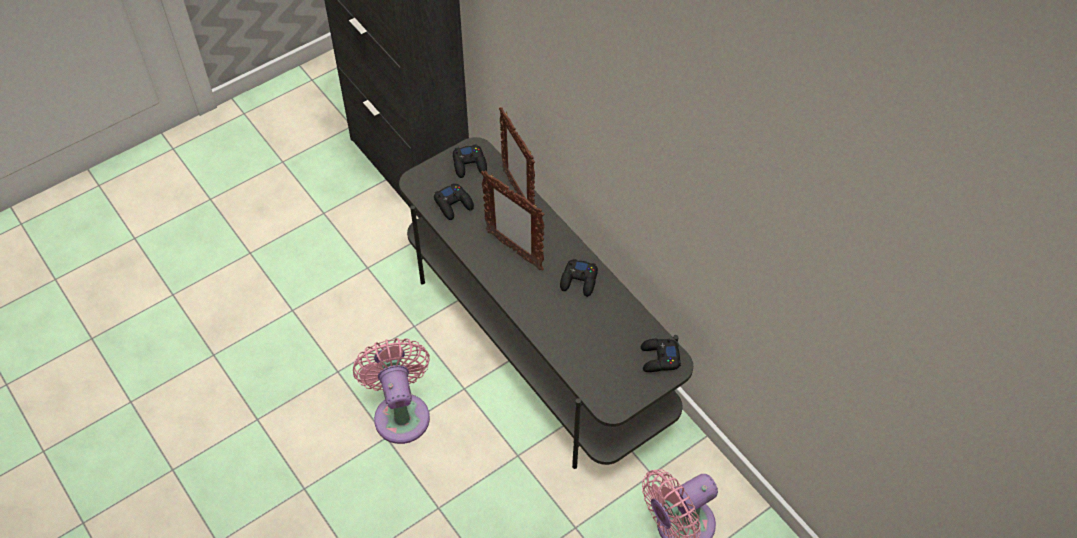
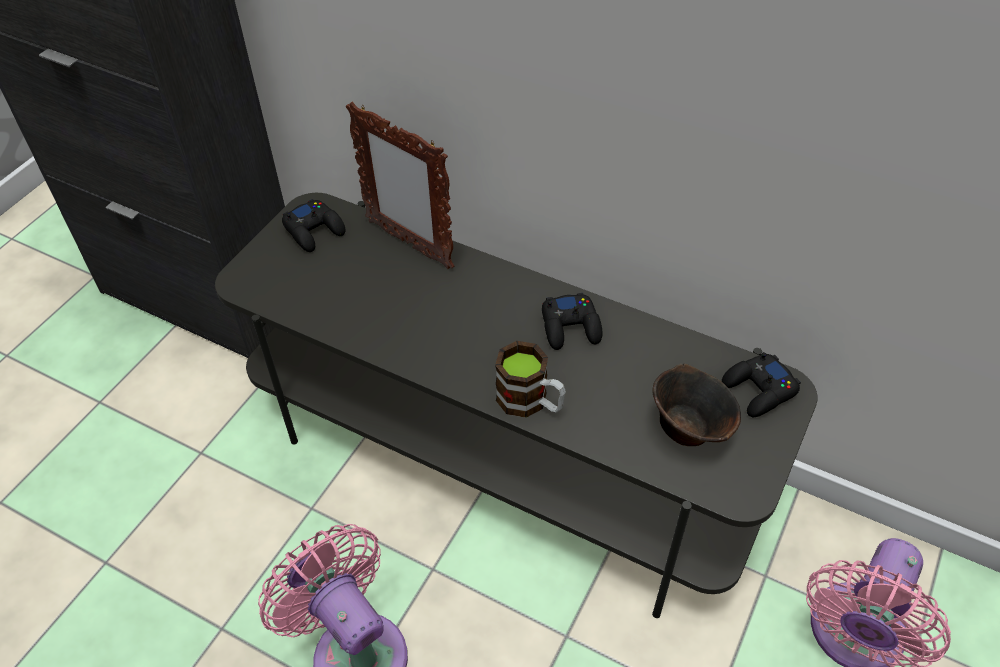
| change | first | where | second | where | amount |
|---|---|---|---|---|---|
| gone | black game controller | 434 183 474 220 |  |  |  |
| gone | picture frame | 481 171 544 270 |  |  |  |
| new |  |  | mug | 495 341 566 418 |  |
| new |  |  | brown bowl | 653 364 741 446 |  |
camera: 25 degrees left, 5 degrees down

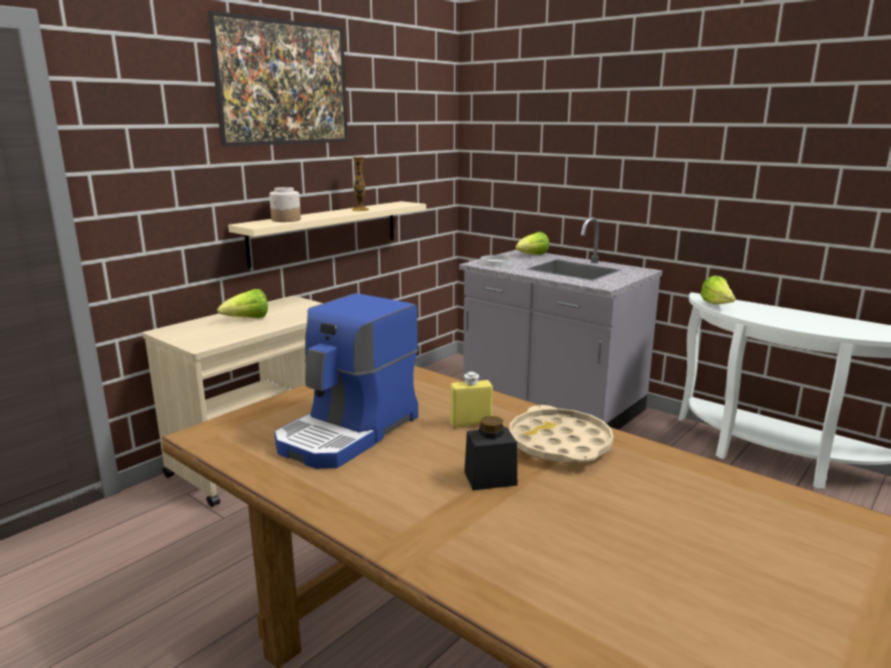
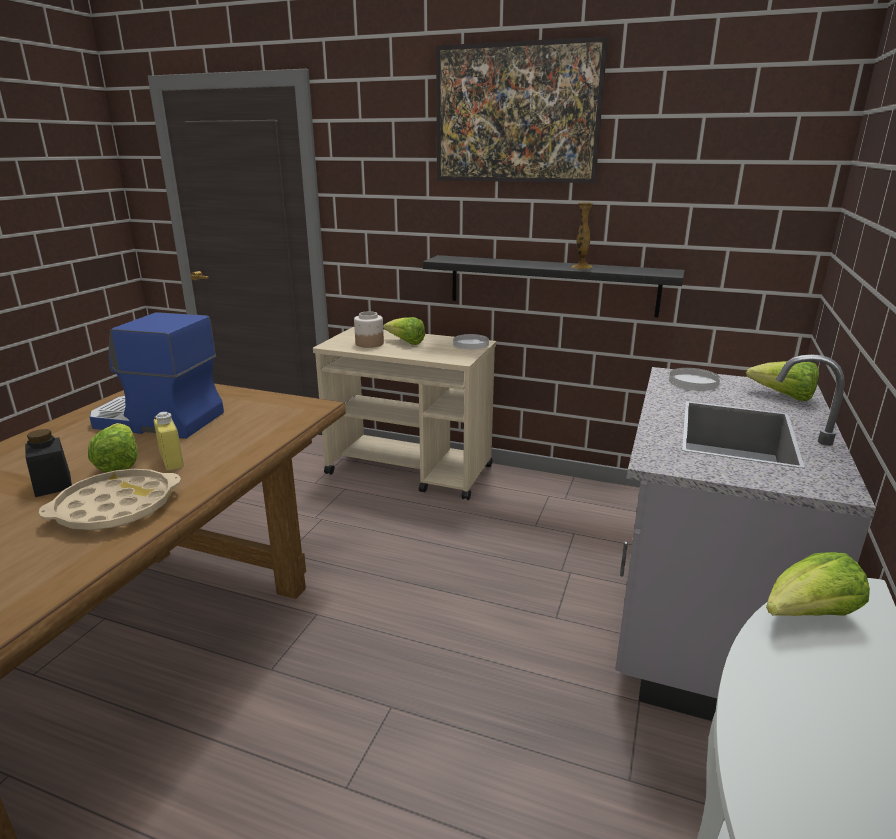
| change | first | where | second | where | amount |
|---|---|---|---|---|---|
| new |  |  | lettuce | 88 423 138 472 |  |
| new |  |  | white plate | 453 334 489 349 |  |
| shifted | jar | 269 187 301 222 |  | 354 311 384 348 |  |
| repainted | beige shelf | 228 201 426 268 | black shelf | 423 255 684 317 |  |
camera: 70 degrees right, 5 degrees up

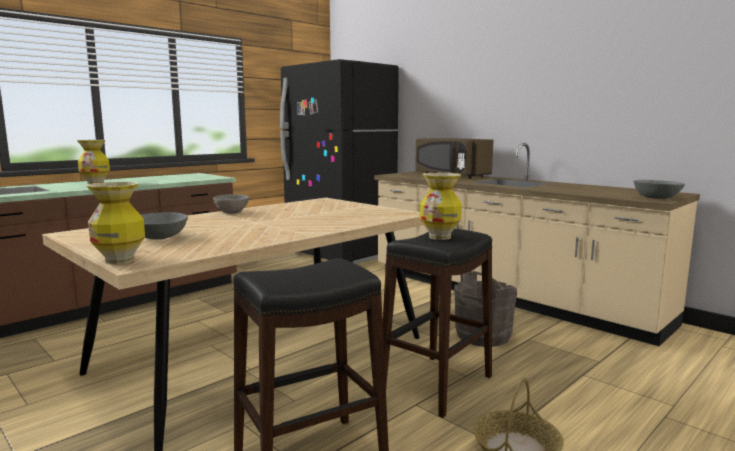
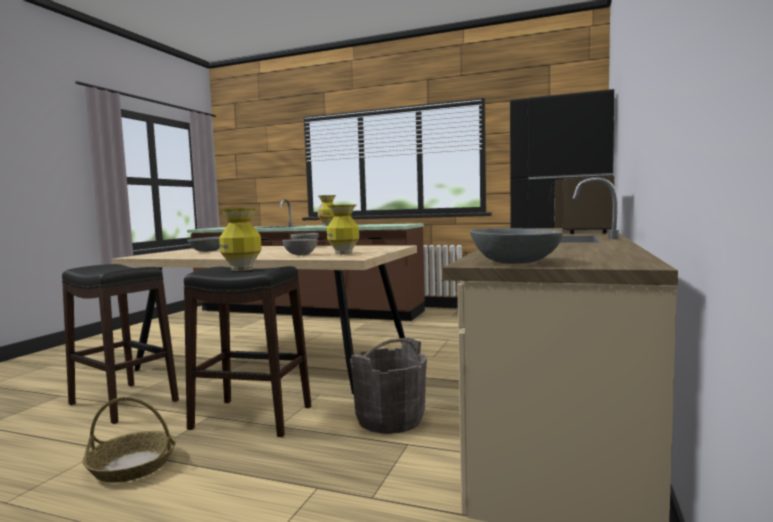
| change | first | where | second | where | amount |
|---|---|---|---|---|---|
| new |  |  | grey bowl | 282 239 318 255 |  |
| shifted | vase | 87 182 145 264 |  | 327 204 359 255 |  |
camera: 65 degrees right, 5 degrees down

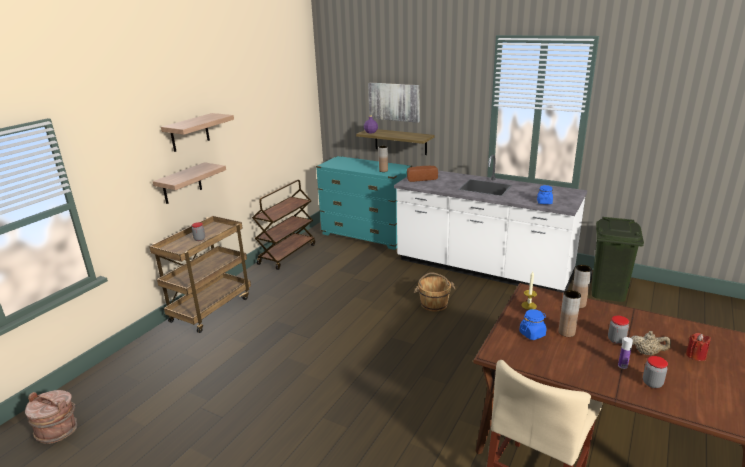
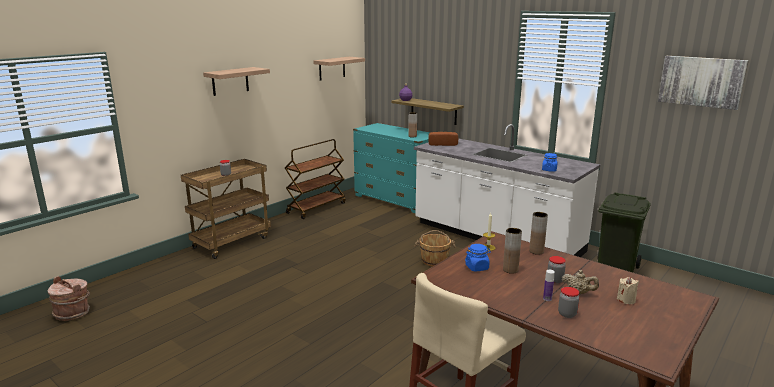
| change | first | where | second | where | amount |
|---|---|---|---|---|---|
| shifted | shelf | 153 162 226 204 |  | 313 57 365 81 |  |
| shifted | picture | 368 83 420 123 |  | 658 56 749 110 |  |
| repainted | red candle | 686 333 711 361 | beige candle | 617 277 639 304 |  |
camera: 10 degrees right, 5 degrees down

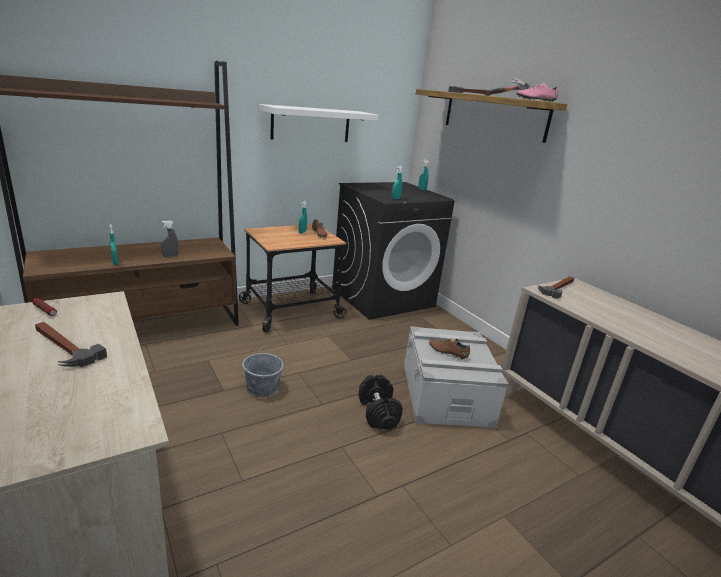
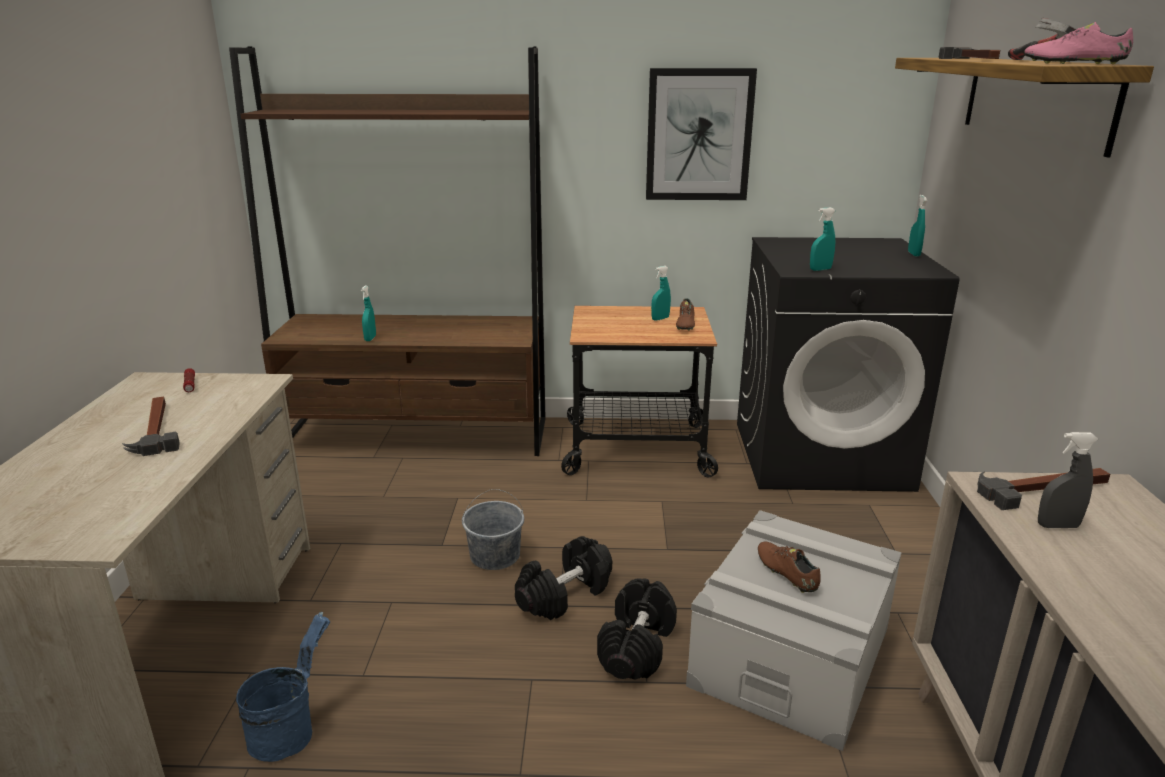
| change | first | where | second | where | amount |
|---|---|---|---|---|---|
| new |  |  | blue bucket | 236 612 330 762 |  |
| new |  |  | black dumbbell | 515 536 612 620 |  |
| shifted | grey spray bottle | 161 220 179 257 |  | 1038 432 1099 528 |  |
| swapped | white shelf | 259 104 379 142 | picture | 646 68 757 200 |  |
camera: 35 degrees right, 0 degrees up

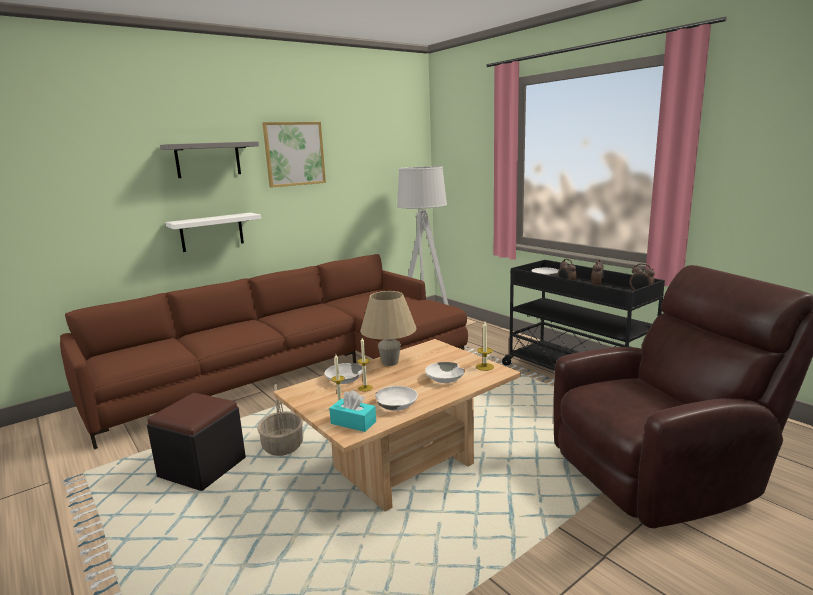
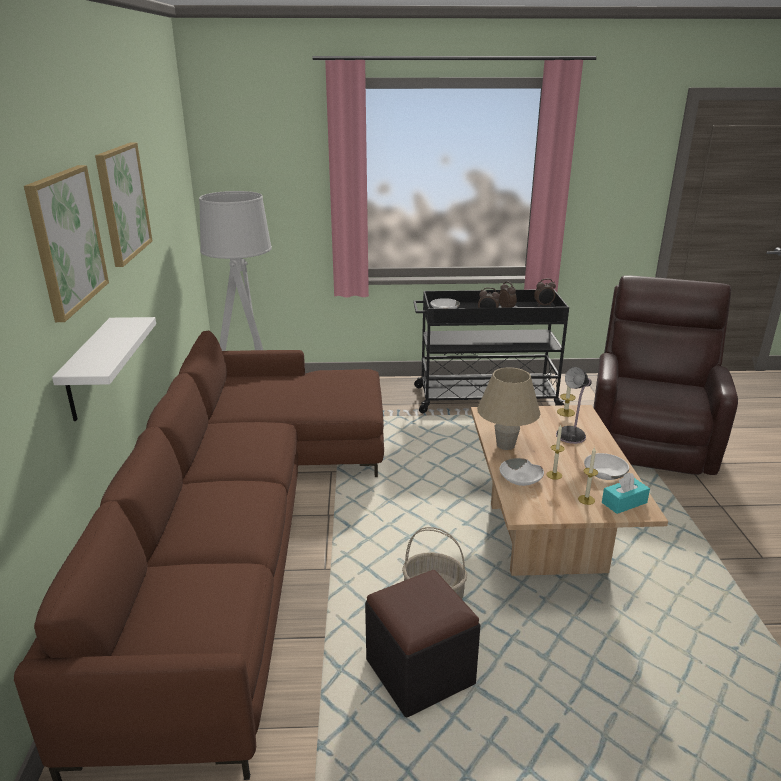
| change | first | where | second | where | amount |
|---|---|---|---|---|---|
| swapped | grey shelf | 160 141 259 178 | picture | 24 165 109 322 |  |
| swapped | white bowl | 425 362 465 383 | table lamp | 556 367 592 444 |  |
camera: 55 degrees left, 10 degrees up

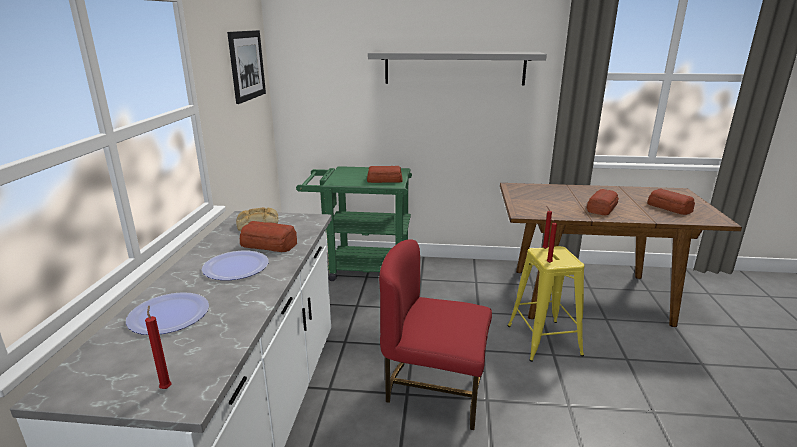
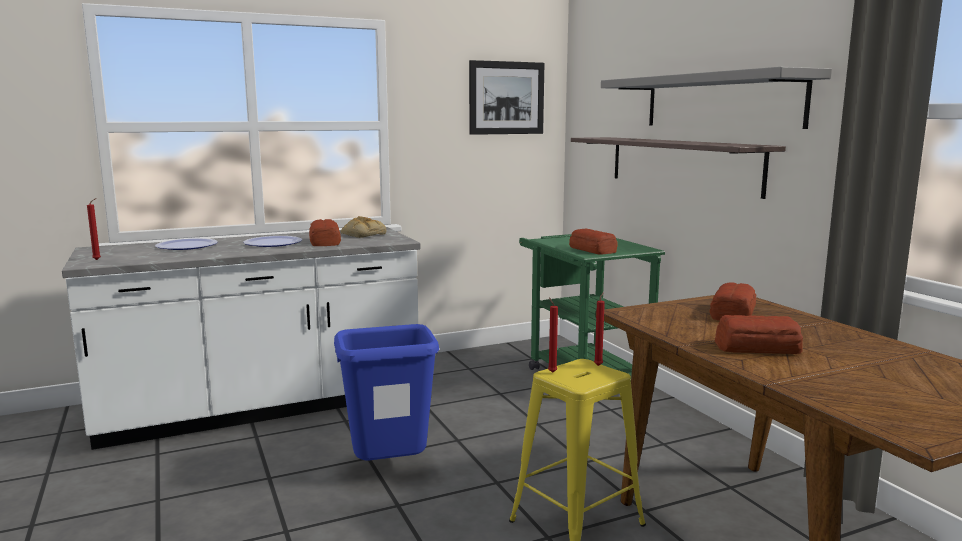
| change | first | where | second | where | amount |
|---|---|---|---|---|---|
| new |  |  | shelf | 571 137 786 199 |  |
| shifted | bread | 647 188 695 215 |  | 710 282 756 321 |  |
| swapped | red chair | 379 239 492 430 | blue trash can | 334 324 439 460 |  |
camera: 60 degrees right, 10 degrees down

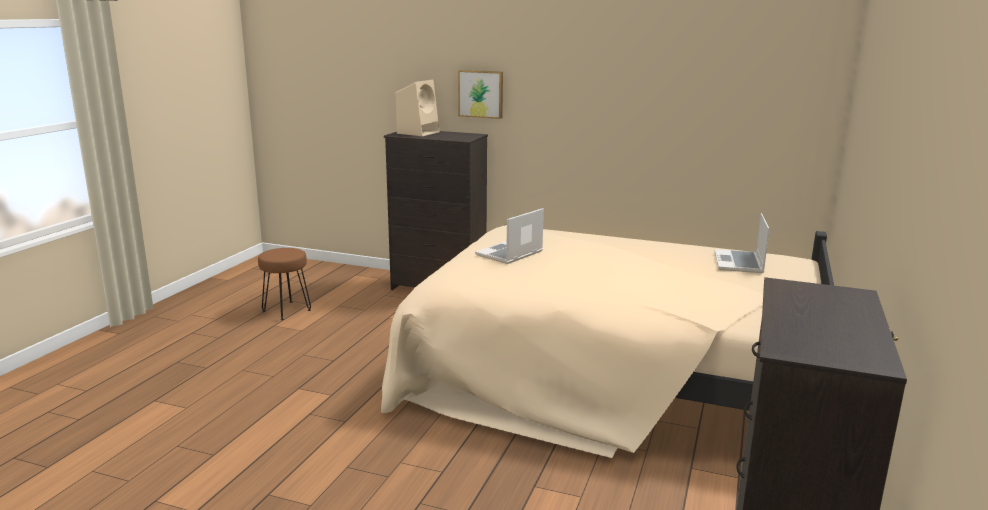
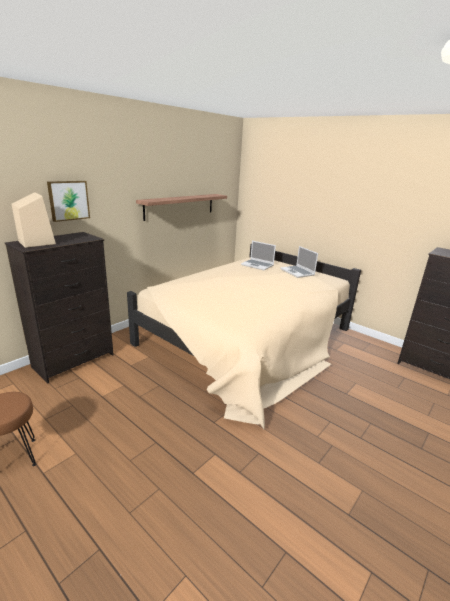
| change | first | where | second | where | amount |
|---|---|---|---|---|---|
| new |  |  | shelf | 136 194 227 221 |  |
| shifted | laptop | 475 208 544 264 |  | 280 246 318 278 |  |
camera: 70 degrees left, 5 degrees up

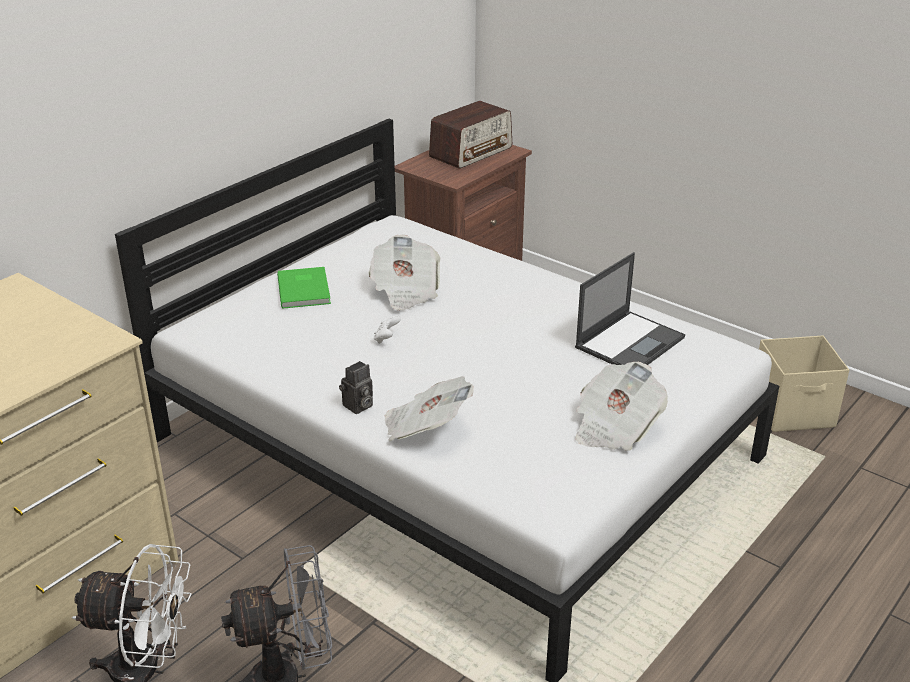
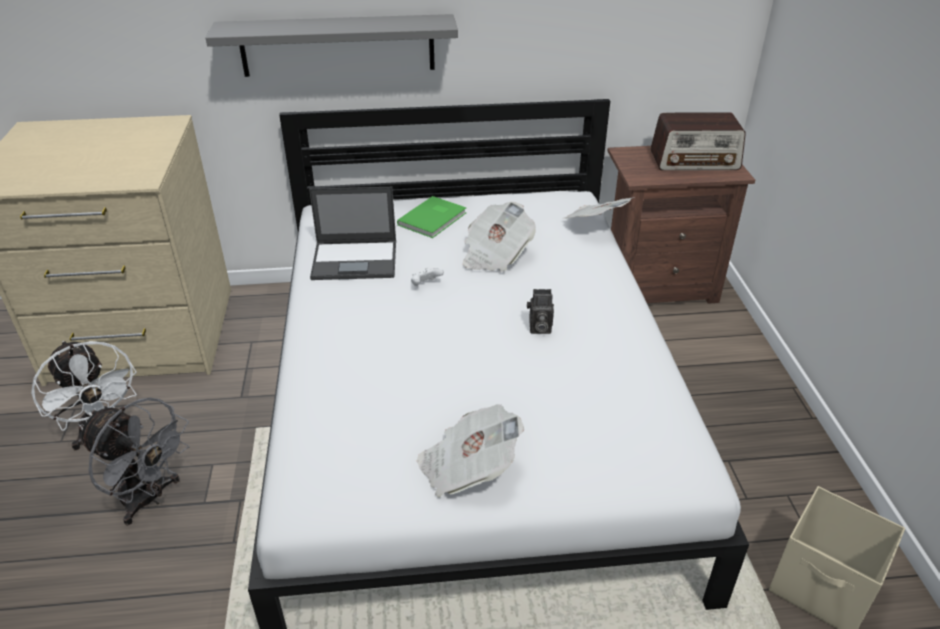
| change | first | where | second | where | amount |
|---|---|---|---|---|---|
| new |  |  | grey shelf | 206 14 458 77 |  |
| shifted | photo camera | 339 361 373 414 |  | 527 289 554 334 |  |
| shifted | newspaper | 384 376 474 441 |  | 562 197 634 219 |  |
| shifted | laptop | 575 252 685 365 |  | 309 187 396 280 |  |
camera: 45 degrees right, 5 degrees up

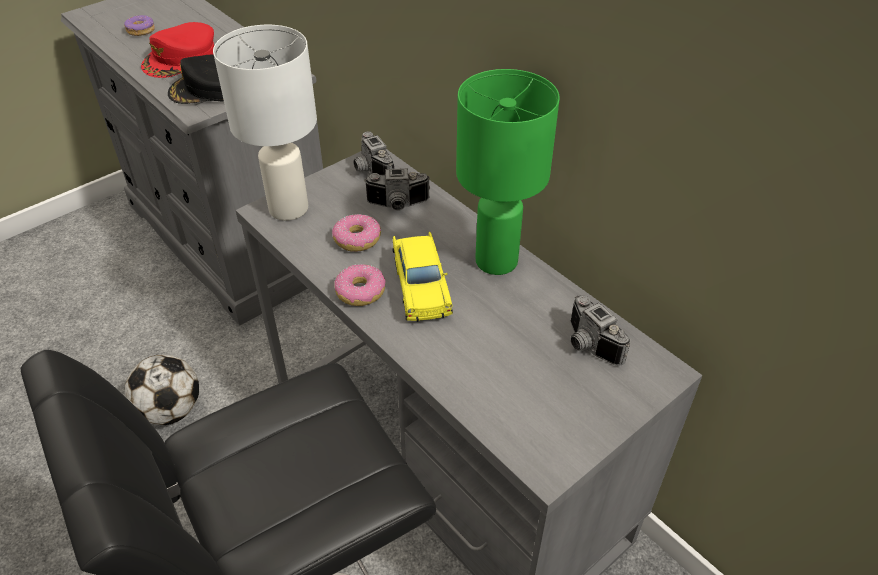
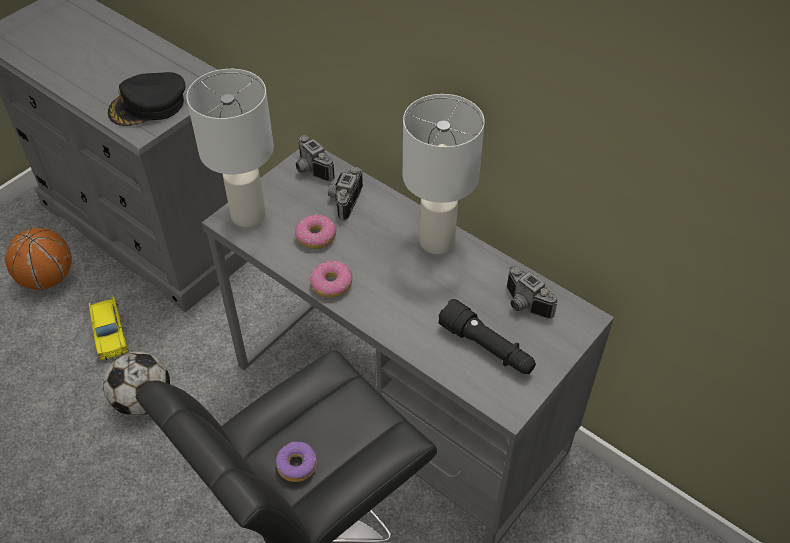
| change | first | where | second | where | amount |
|---|---|---|---|---|---|
| gone | red cap | 141 22 214 78 |  |  |  |
| new |  |  | basketball | 5 228 72 290 |  |
| new |  |  | black flashlight | 438 299 536 374 |  |
| shifted | donut | 124 15 155 36 |  | 276 442 317 482 |  |
| shifted | yellow toy car | 393 231 453 322 |  | 89 296 129 360 |  |
| repainted | green table lamp | 456 69 560 275 | white table lamp | 403 94 485 254 |  |
| rotated | photo camera | 364 168 430 211 |  | 328 167 363 220 | 120 degrees clockwise |
camera: 10 degrees left, 5 degrees up

